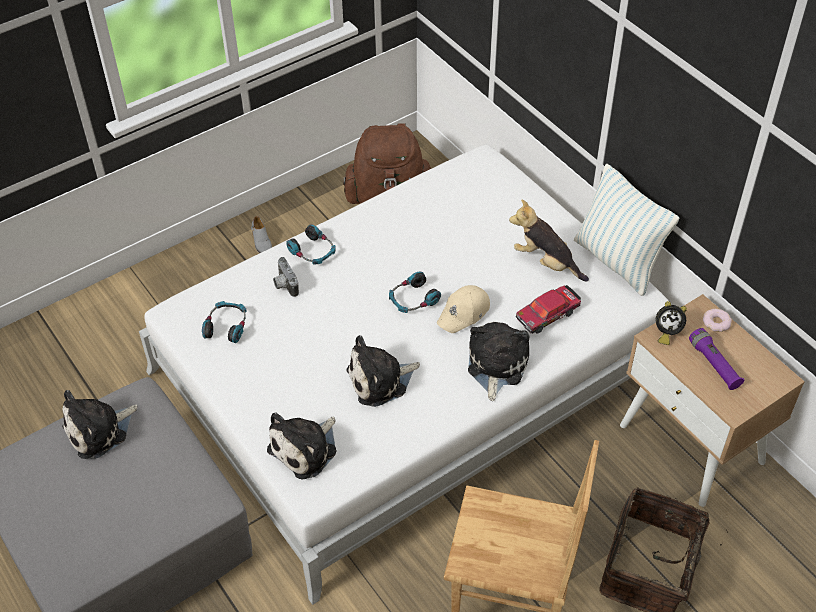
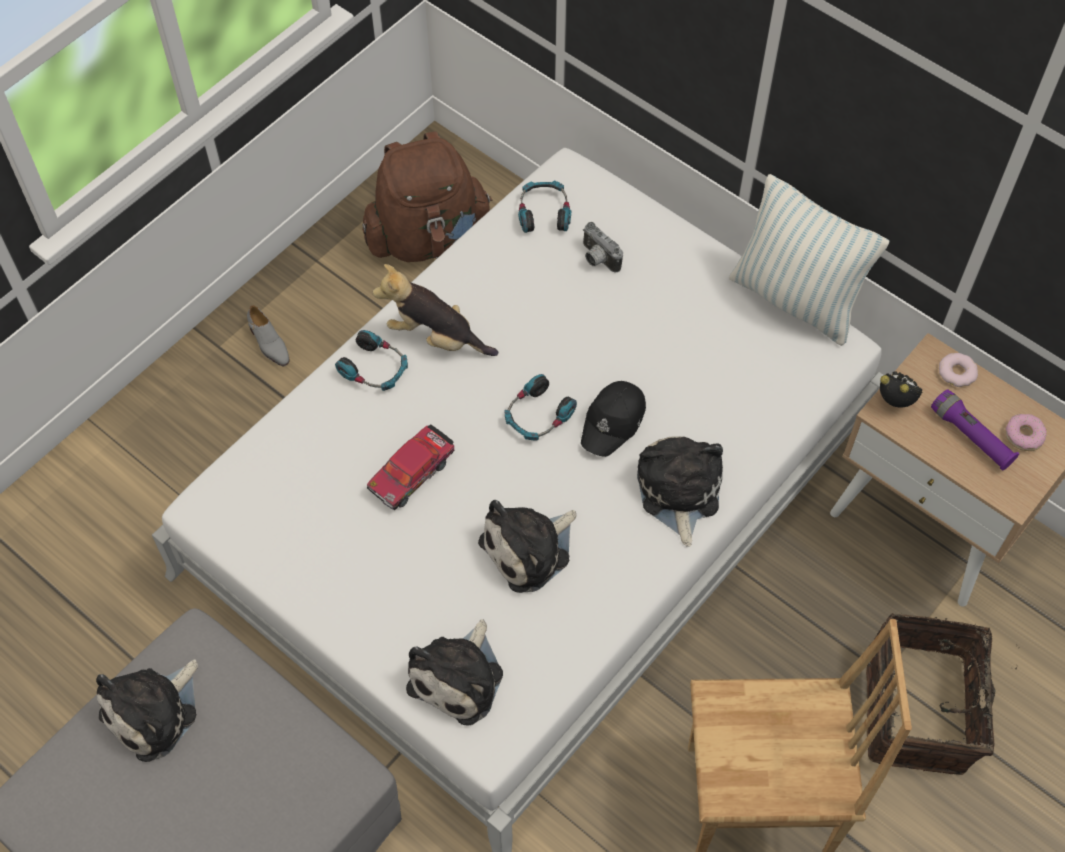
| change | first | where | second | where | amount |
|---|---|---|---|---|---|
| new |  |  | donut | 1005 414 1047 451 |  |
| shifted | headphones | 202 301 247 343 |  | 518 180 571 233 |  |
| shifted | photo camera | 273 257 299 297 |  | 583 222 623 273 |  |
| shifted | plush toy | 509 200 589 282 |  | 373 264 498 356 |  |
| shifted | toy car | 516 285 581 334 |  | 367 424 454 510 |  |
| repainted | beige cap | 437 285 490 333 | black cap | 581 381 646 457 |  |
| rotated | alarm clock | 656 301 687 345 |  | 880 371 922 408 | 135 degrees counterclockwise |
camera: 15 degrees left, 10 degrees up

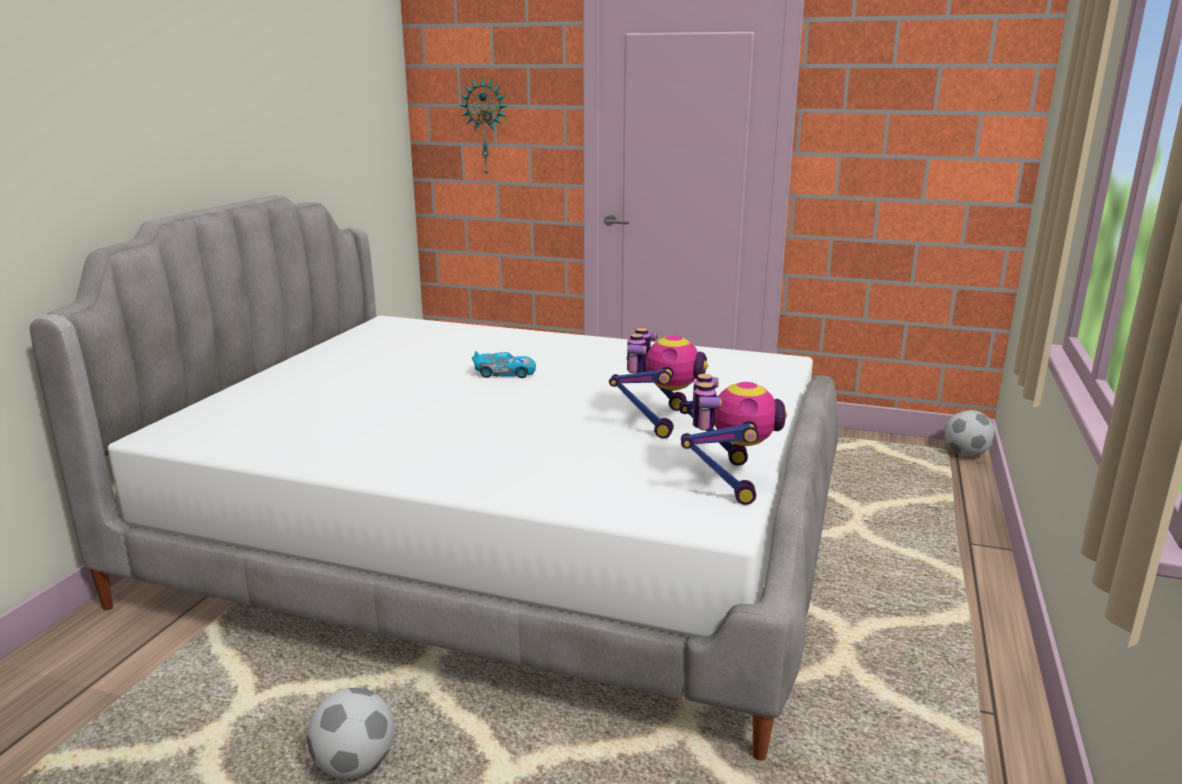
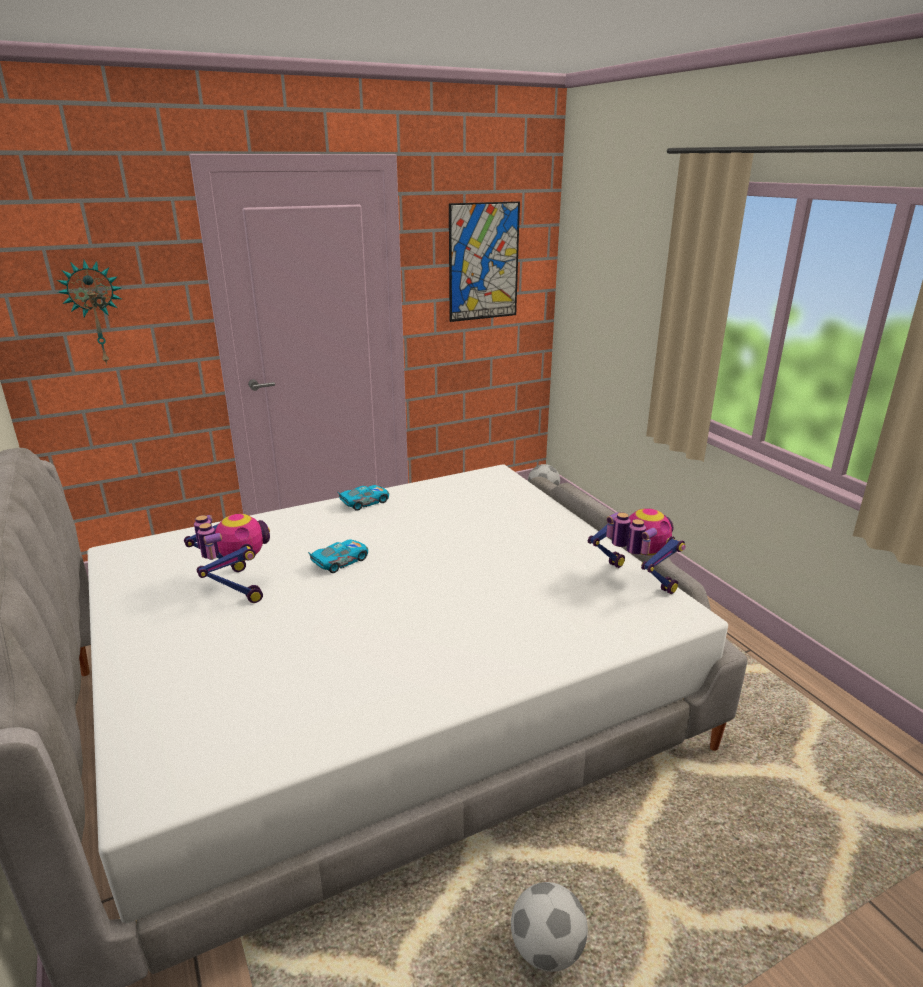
| change | first | where | second | where | amount |
|---|---|---|---|---|---|
| new |  |  | toy car | 337 485 389 511 |  |
| new |  |  | picture | 449 201 520 322 |  |
| shifted | toy robot | 609 328 708 439 |  | 184 514 270 603 |  |
camera: 45 degrees left, 5 degrees up

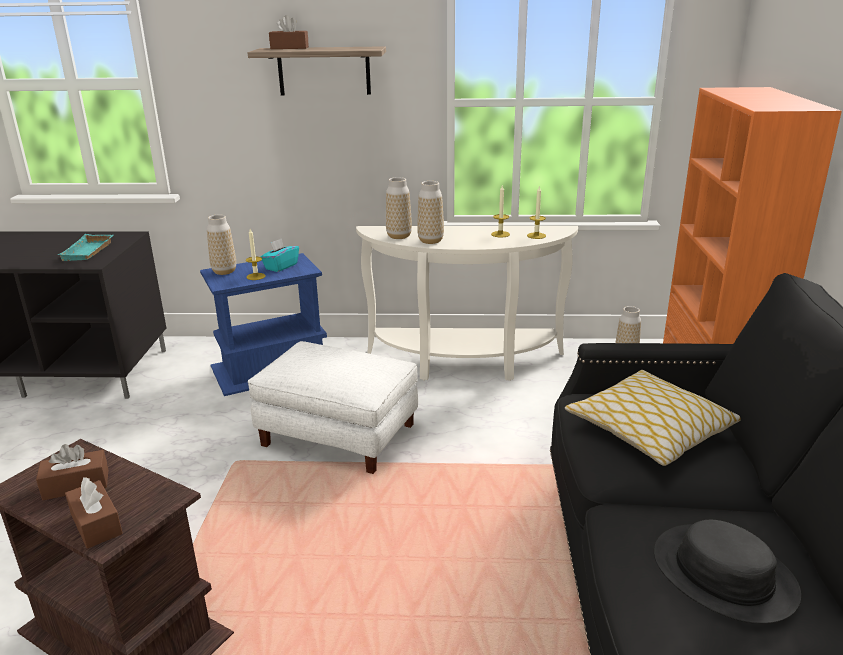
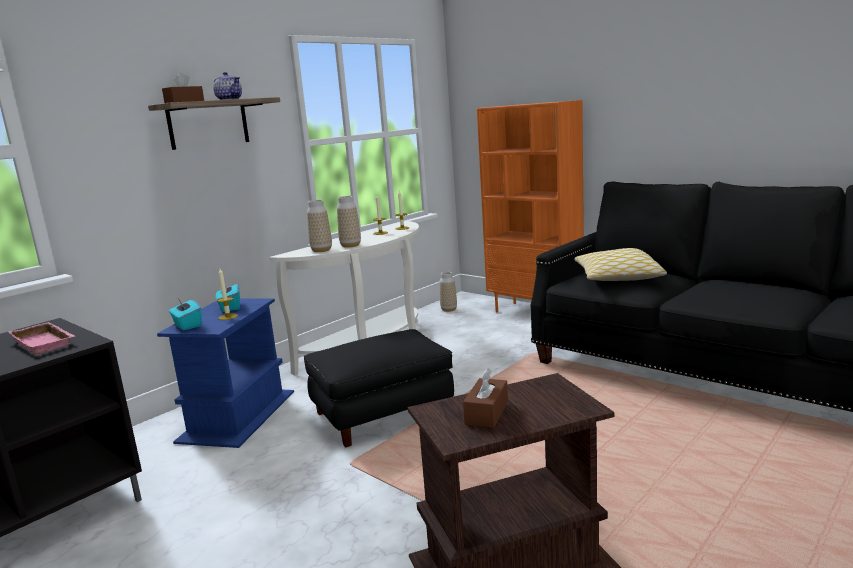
| change | first | where | second | where | amount |
|---|---|---|---|---|---|
| gone | brown tissue box | 65 477 123 549 |  |  |  |
| gone | black hat | 654 520 802 624 |  |  |  |
| new |  |  | teapot | 213 72 242 100 |  |
| swapped | vase | 207 214 236 275 | turquoise tissue box | 169 299 202 330 |  |
| repainted | turquoise tray | 57 234 113 261 | pink tray | 8 322 74 355 |  |
| repainted | white ottoman | 248 341 418 474 | black ottoman | 304 329 454 447 |  |
camera: 50 degrees left, 10 degrees down

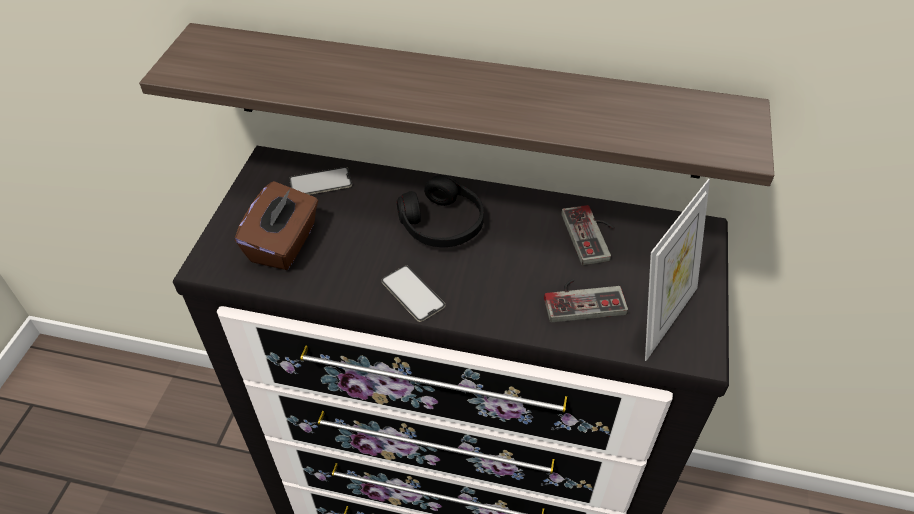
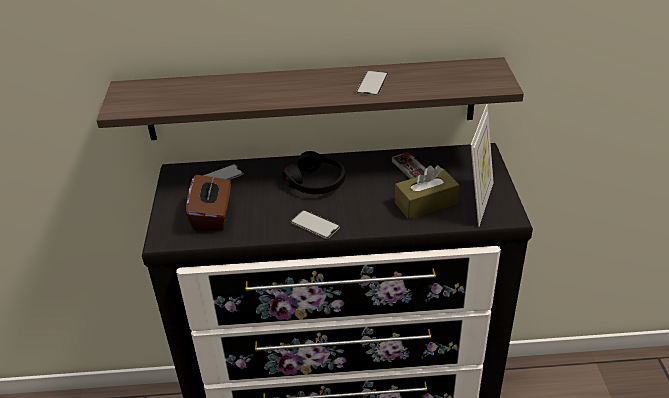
| change | first | where | second | where | amount |
|---|---|---|---|---|---|
| new |  |  | phone | 356 71 388 96 |  |
| swapped | game controller | 544 279 628 322 | brown tissue box | 395 165 459 219 |  |
camera: 15 degrees left, 10 degrees down

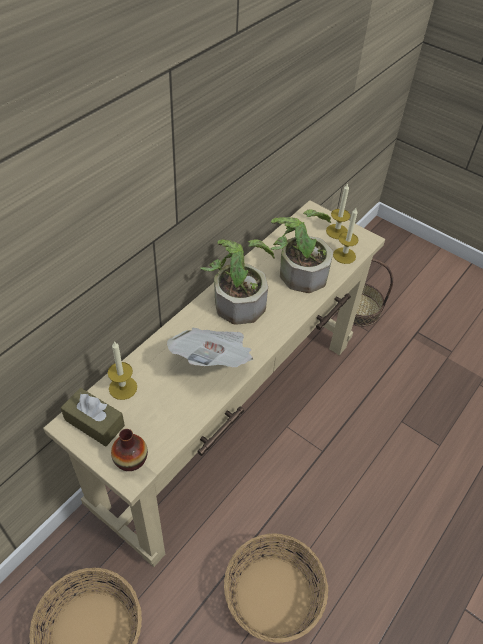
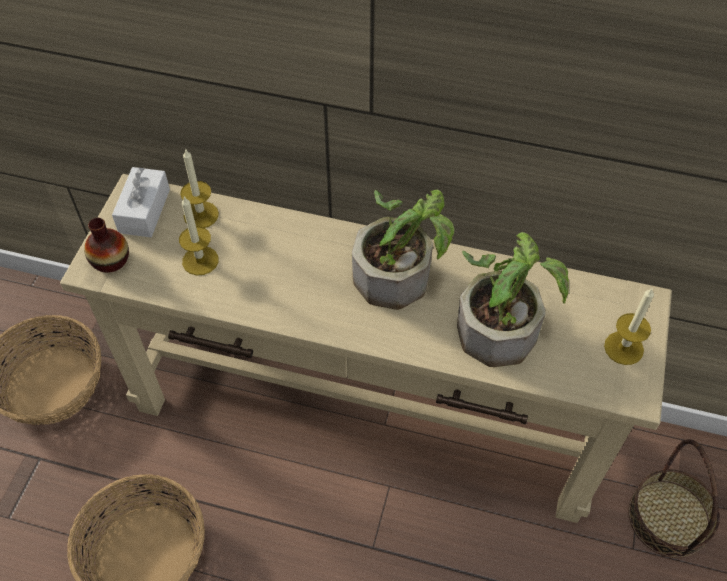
| change | first | where | second | where | amount |
|---|---|---|---|---|---|
| gone | newspaper | 167 328 253 367 |  |  |  |
| shifted | candle | 333 208 359 264 |  | 179 196 219 275 |  |
| repainted | brown tissue box | 61 388 125 447 | white tissue box | 112 167 170 237 |  |
camera: 70 degrees right, 5 degrees up

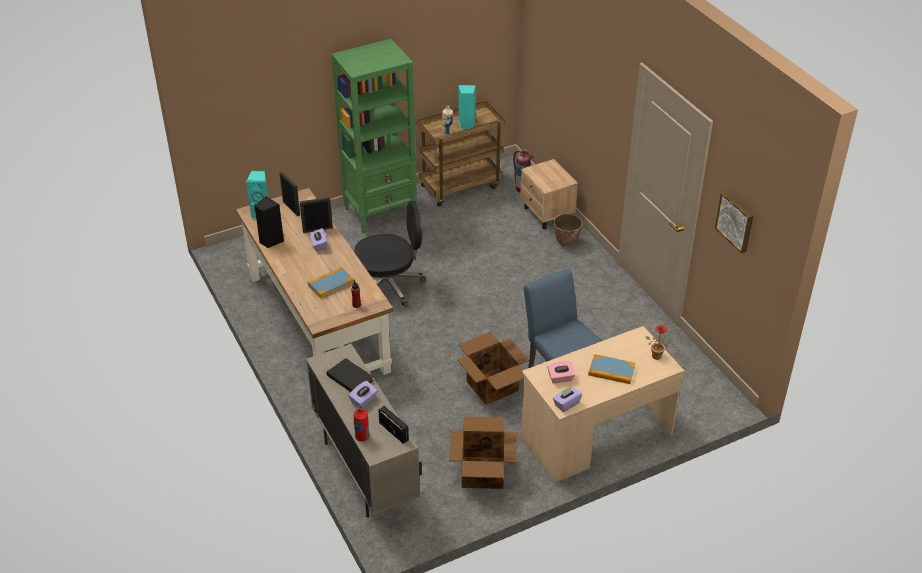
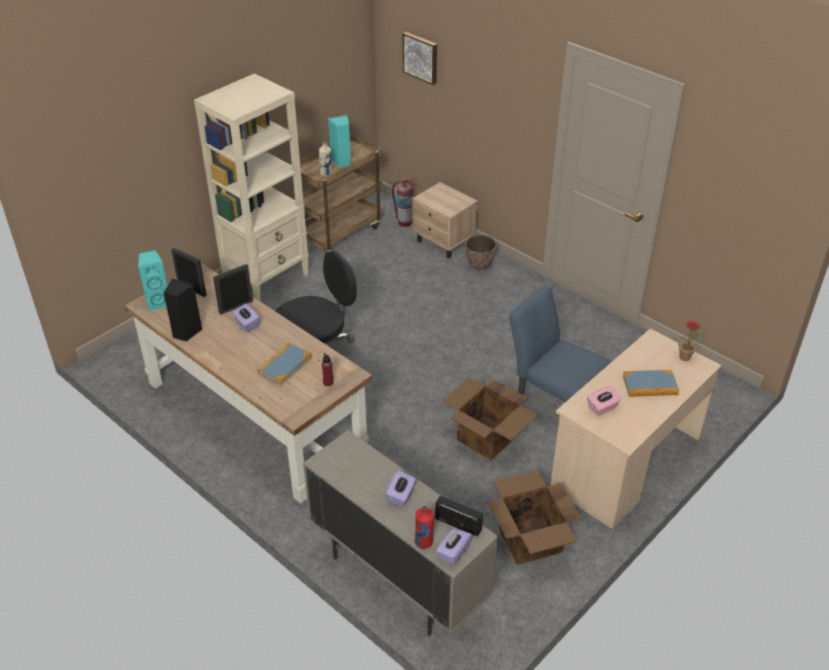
| change | first | where | second | where | amount |
|---|---|---|---|---|---|
| gone | black book | 327 358 374 392 |  |  |  |
| shifted | purple tissue box | 553 386 582 412 |  | 436 528 472 566 |  |
| shifted | picture | 715 191 753 253 |  | 402 32 437 85 |  |
| repainted | green bookcase | 331 39 417 233 | beige bookcase | 194 73 309 302 |  |
camera: 20 degrees left, 0 degrees up

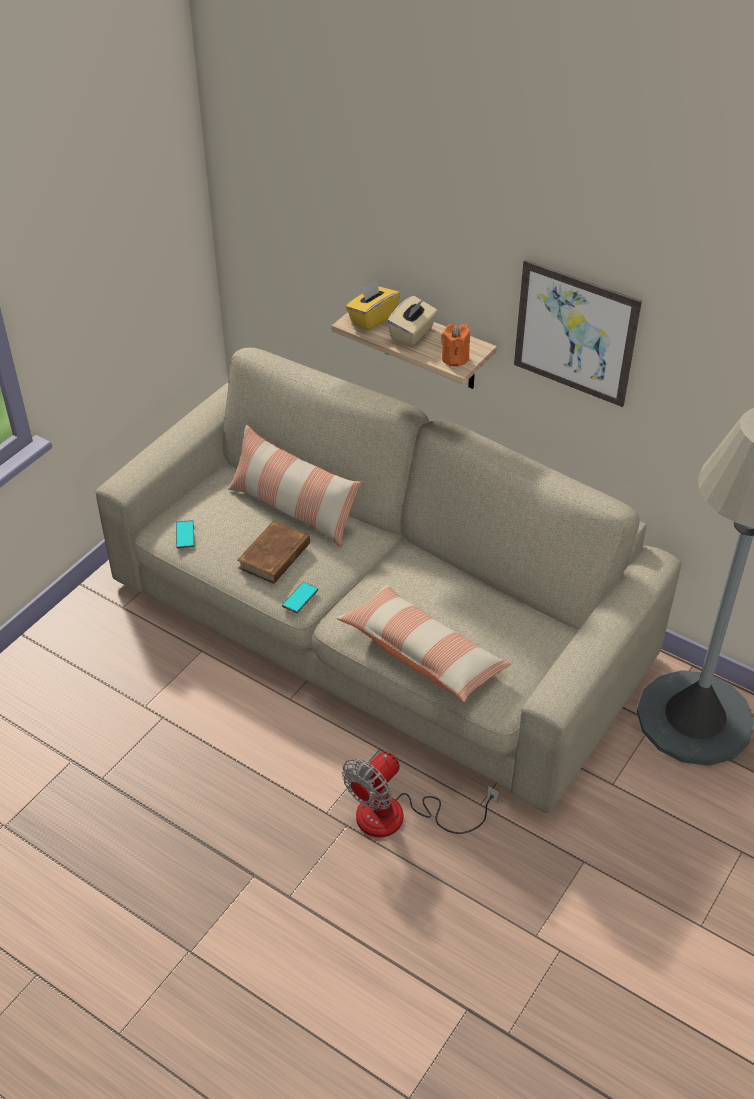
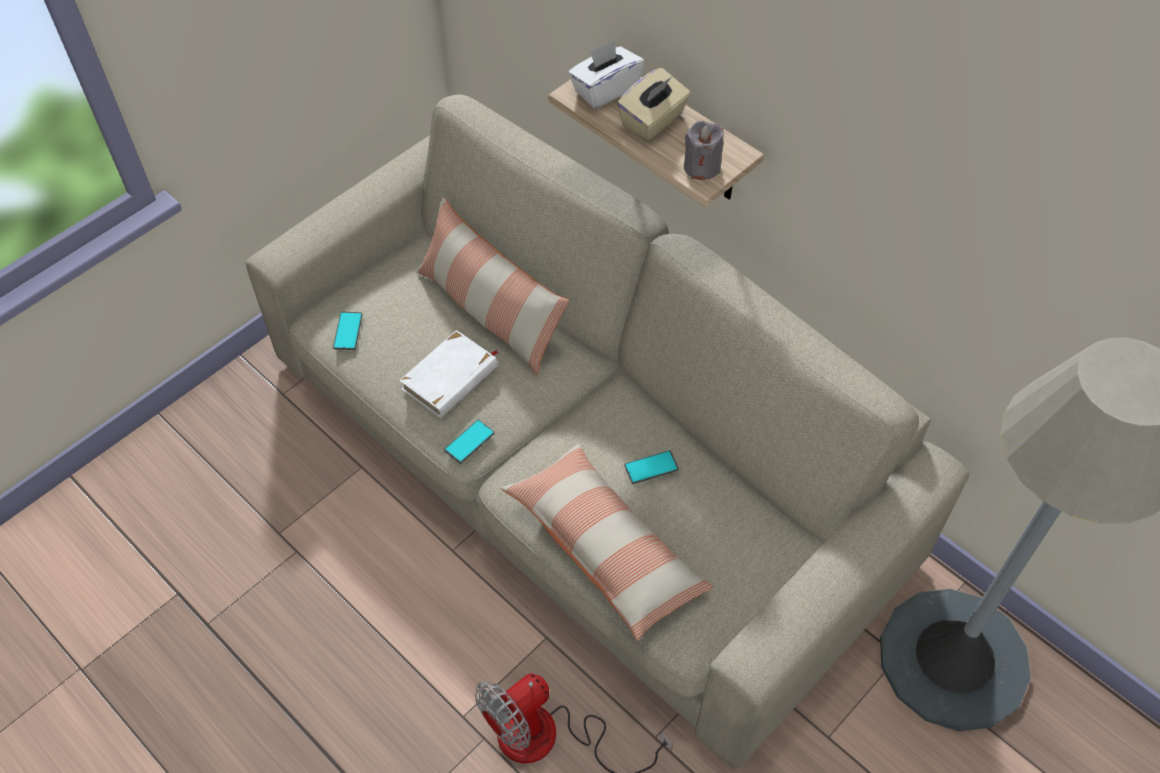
| change | first | where | second | where | amount |
|---|---|---|---|---|---|
| gone | picture | 514 260 642 407 |  |  |  |
| new |  |  | phone | 624 450 679 484 |  |
| repainted | brown book | 238 521 310 584 | white book | 399 330 499 418 |  |
| repainted | yellow tissue box | 346 280 400 331 | white tissue box | 568 40 645 109 |  |
| repainted | orange candle | 441 324 470 366 | grey candle | 684 121 724 180 |  |
camera: 10 degrees right, 10 degrees up

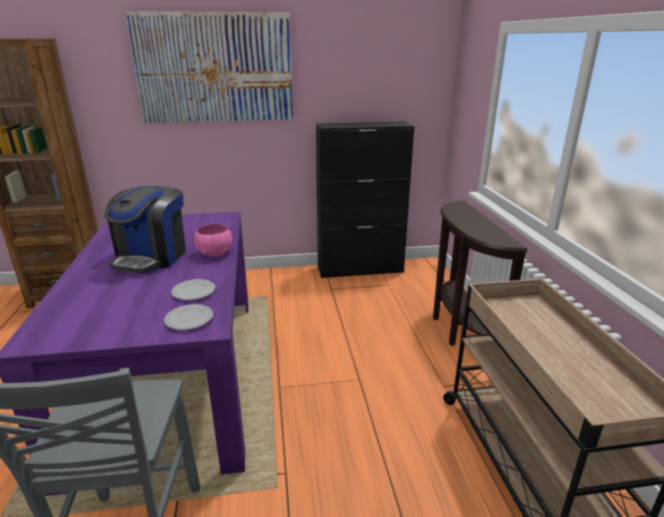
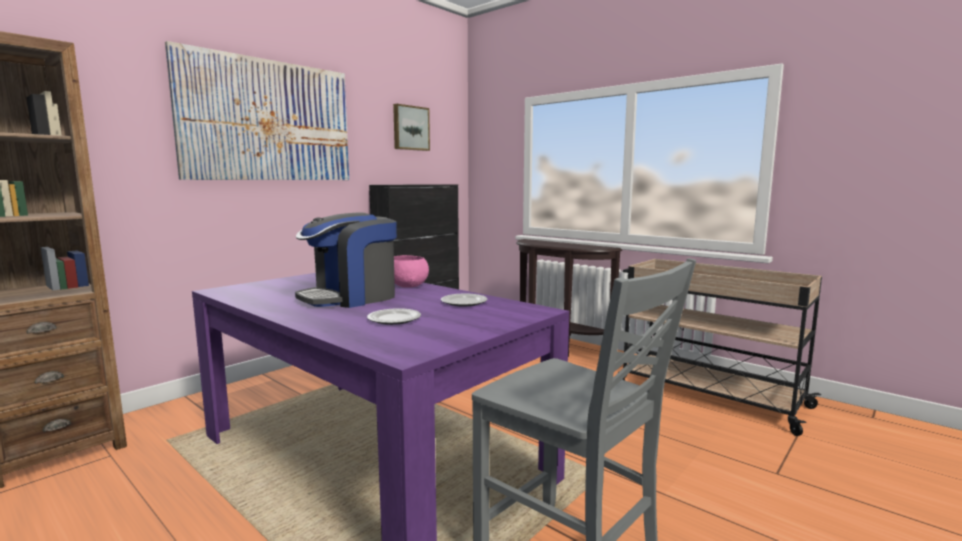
| change | first | where | second | where | amount |
|---|---|---|---|---|---|
| new |  |  | picture | 393 104 430 151 |  |
| shifted | plate | 164 304 213 330 |  | 367 308 421 325 |  |
| rotated | coffee machine | 104 186 186 273 |  | 295 212 397 308 | 75 degrees clockwise |
camera: 40 degrees left, 15 degrees down

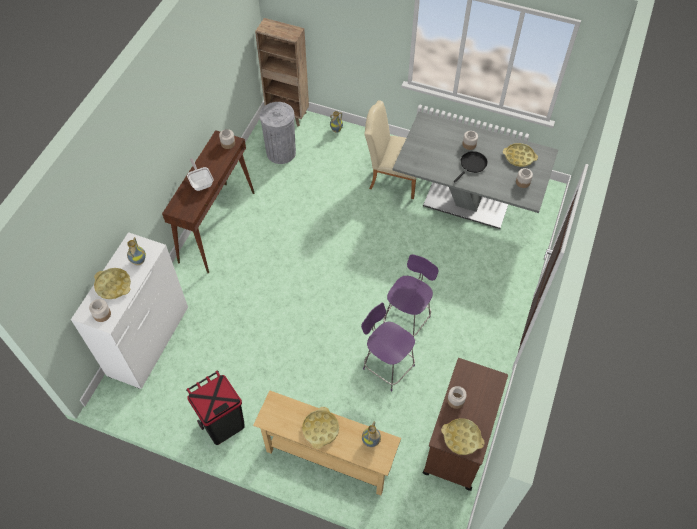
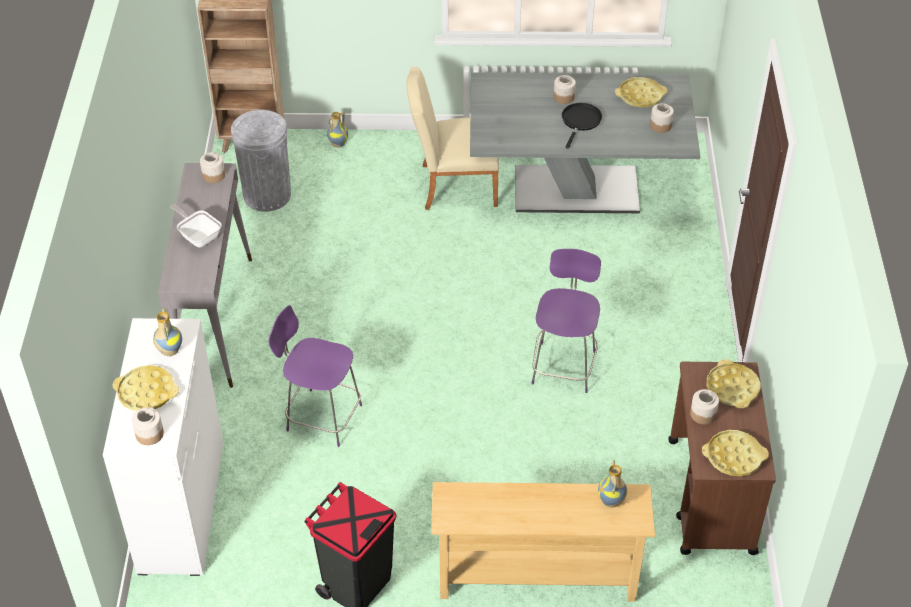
| change | first | where | second | where | amount |
|---|---|---|---|---|---|
| shifted | yellow tray | 302 407 339 449 |  | 706 359 760 408 |  |
| shifted | purple chair | 361 303 415 392 |  | 269 305 362 447 |  |
| repainted | brown console table | 162 130 254 273 | grey console table | 158 163 252 388 |  |
camera: 20 degrees left, 10 degrees down

